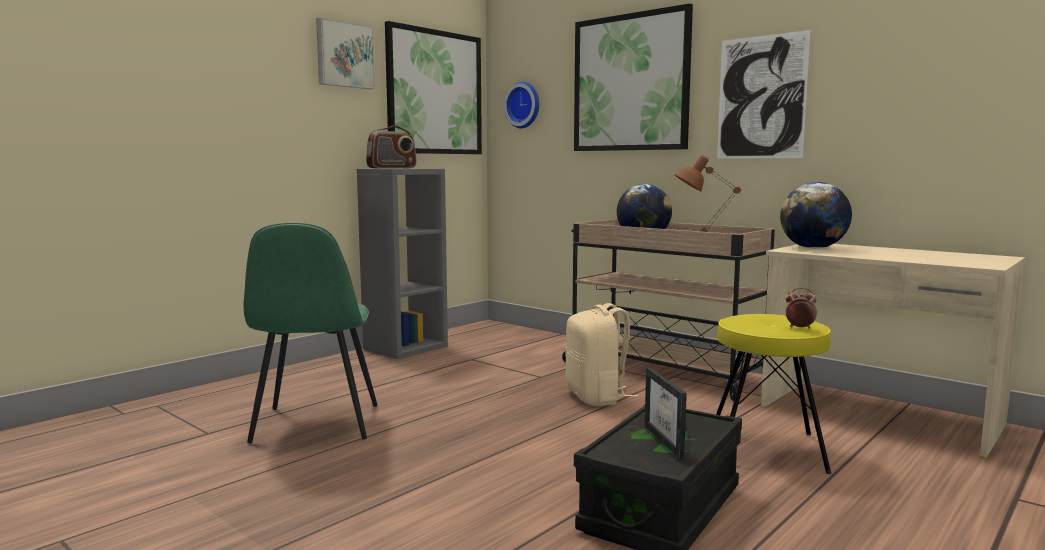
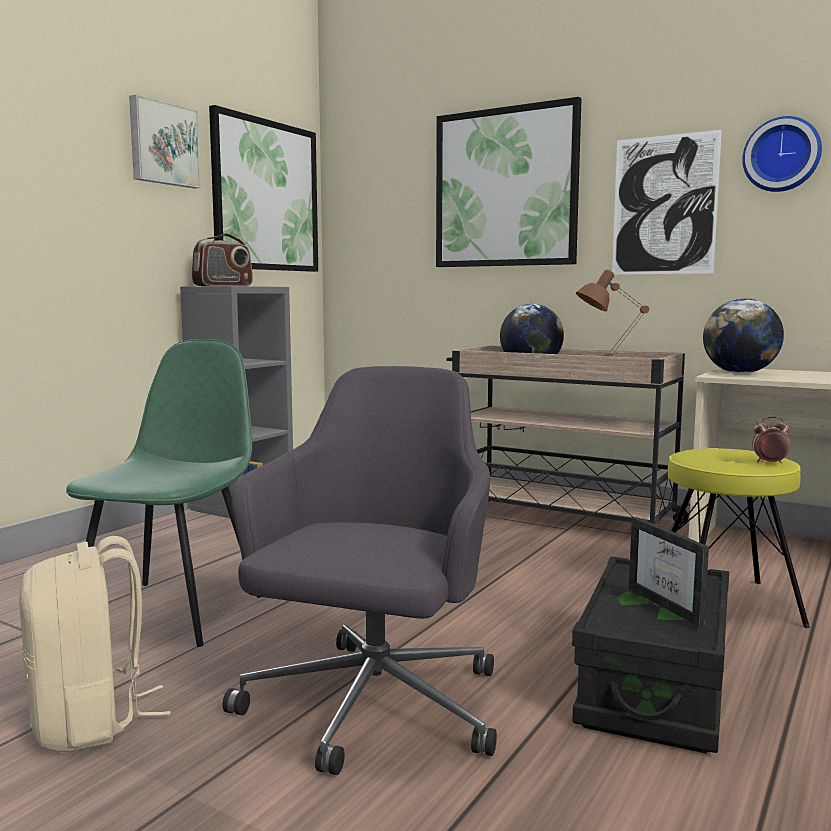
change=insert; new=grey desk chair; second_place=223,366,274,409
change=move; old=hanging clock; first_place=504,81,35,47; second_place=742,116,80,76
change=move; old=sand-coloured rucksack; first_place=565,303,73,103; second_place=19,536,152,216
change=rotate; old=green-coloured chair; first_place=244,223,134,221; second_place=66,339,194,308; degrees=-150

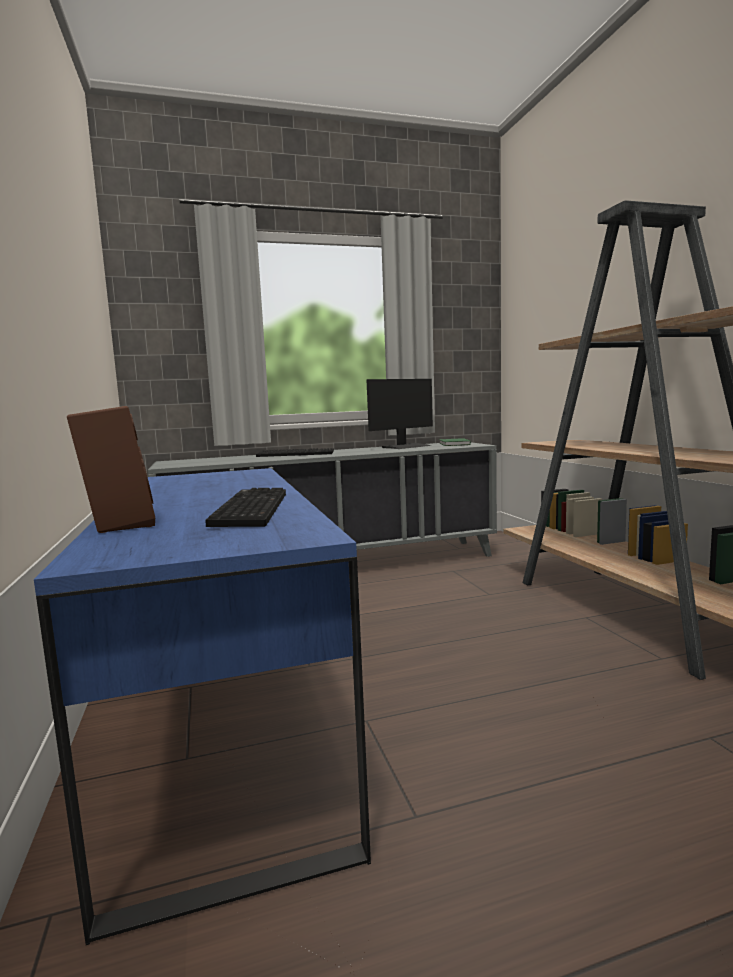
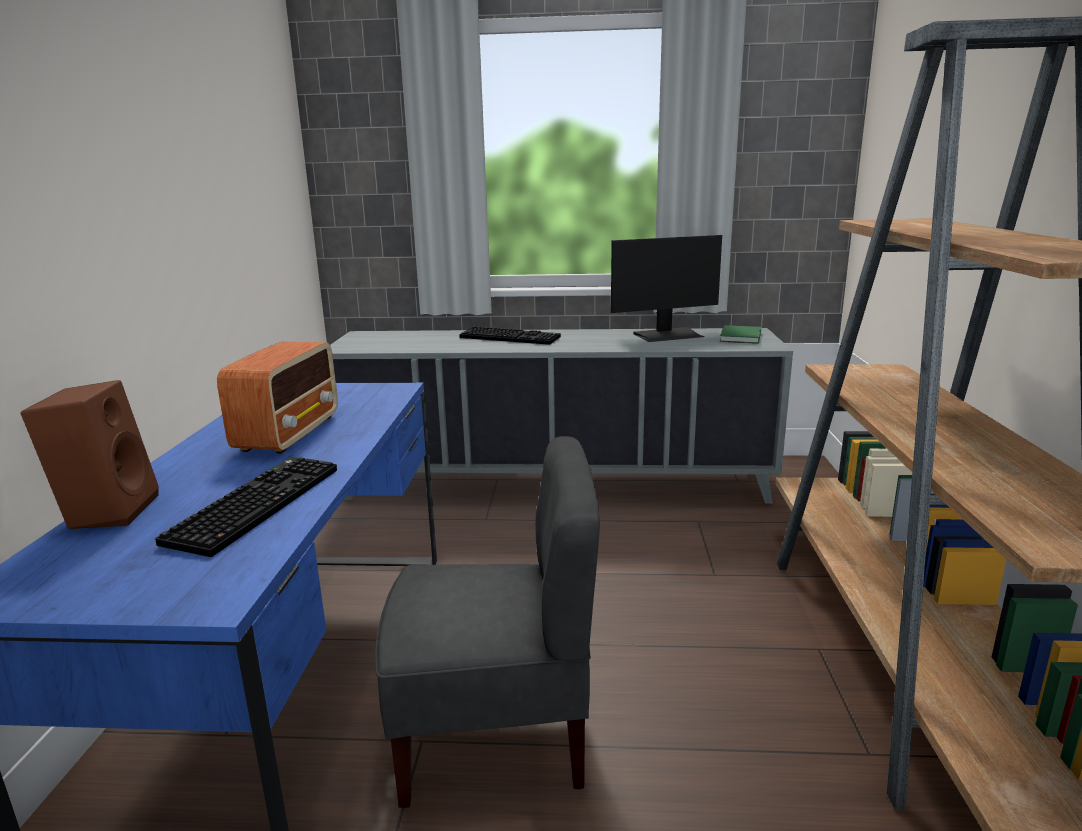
change=insert; new=radio receiver; second_place=217,342,121,112
change=insert; new=grey chair; second_place=375,436,225,372

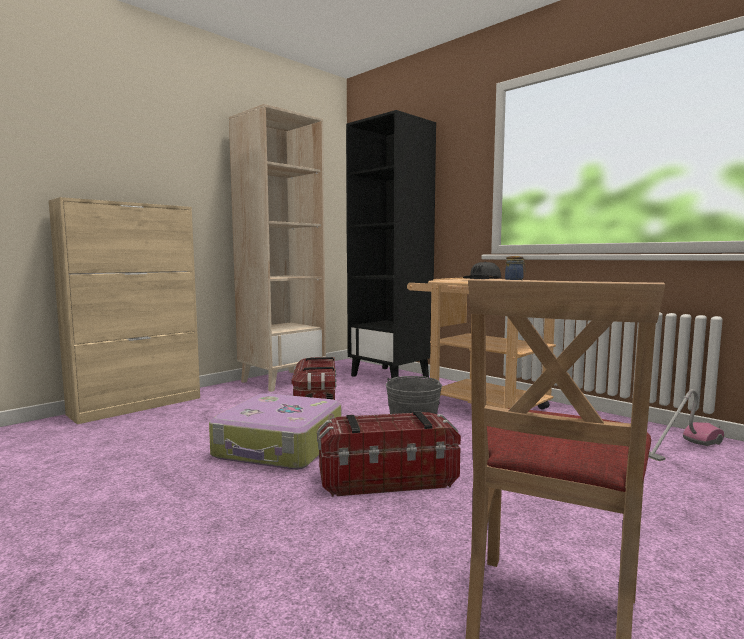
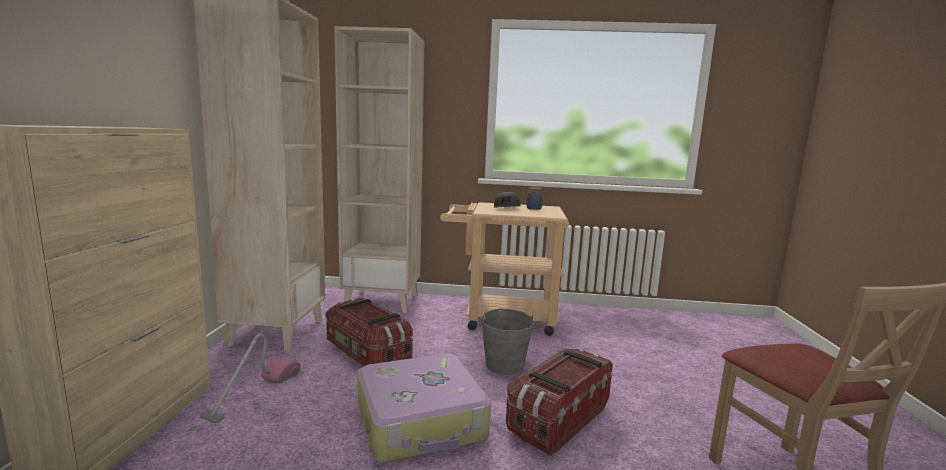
change=move; old=hoover; first_place=648,389,76,72; second_place=200,334,101,90
change=recolor; old=blackish shelving unit; new=sand-coloured shelving unit; first_place=346,110,90,269; second_place=334,26,90,287

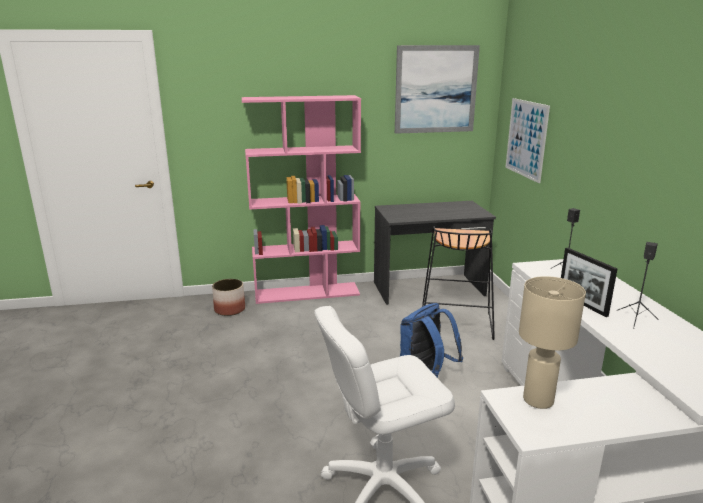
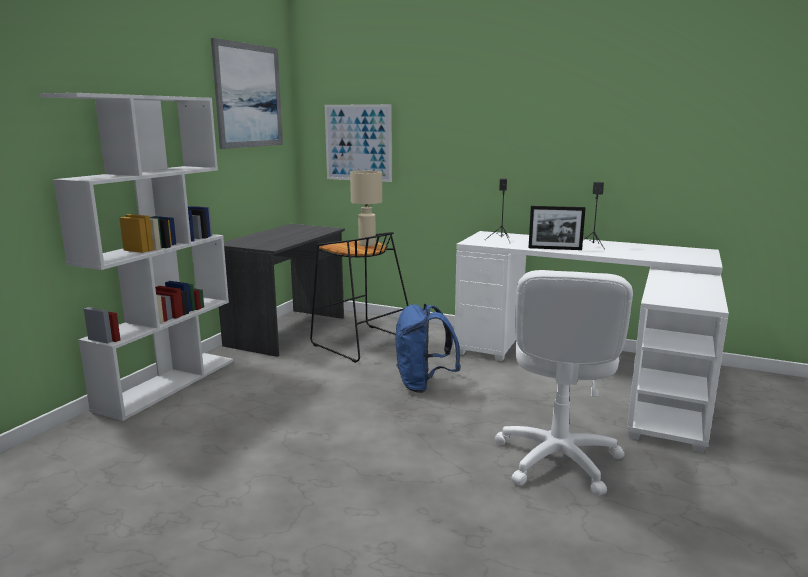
change=delete; old=plant pot; first_place=212,279,33,37
change=move; old=sand-coloured tabletop lamp; first_place=519,276,67,133; second_place=350,171,32,75
change=recolor; old=pink-coloured shelving unit; new=whitish shelving unit; first_place=242,95,119,209; second_place=40,93,194,328

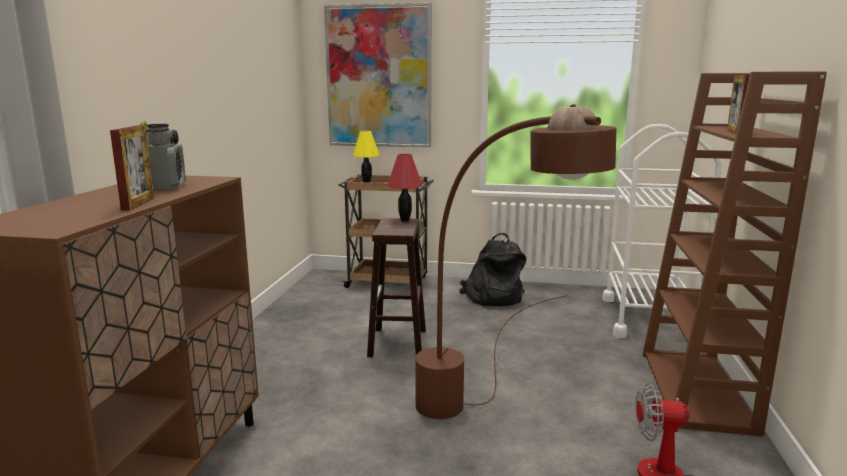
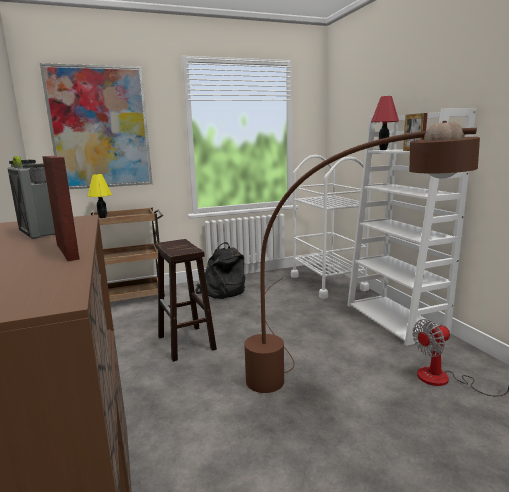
change=move; old=reddish tabletop lamp; first_place=387,154,36,68; second_place=371,96,28,54
change=recolor; old=brown-coloured shelving unit; new=whitish shelving unit; first_place=642,72,185,365; second_place=347,108,129,238

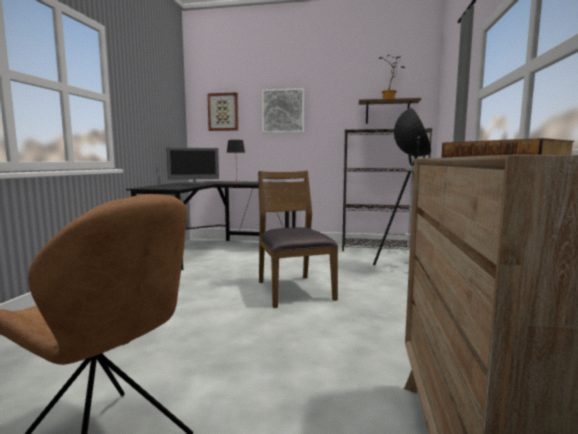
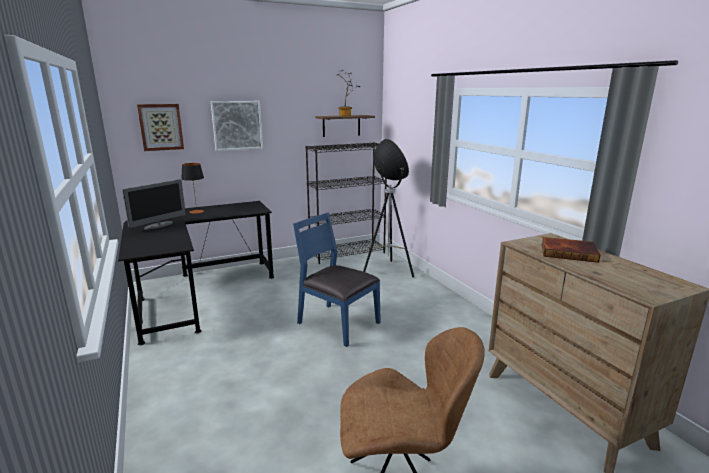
change=recolor; old=brown-coloured chair; new=bluish chair; first_place=258,171,80,137; second_place=293,212,88,135

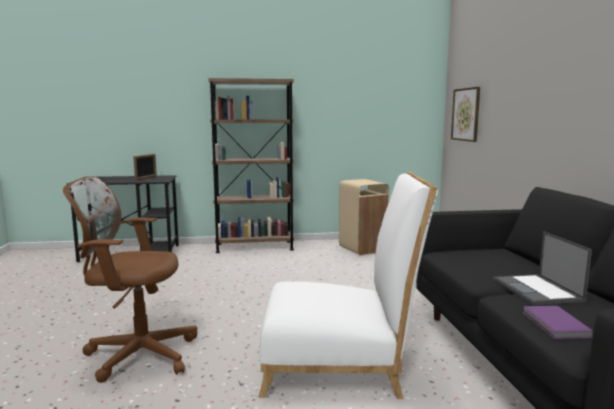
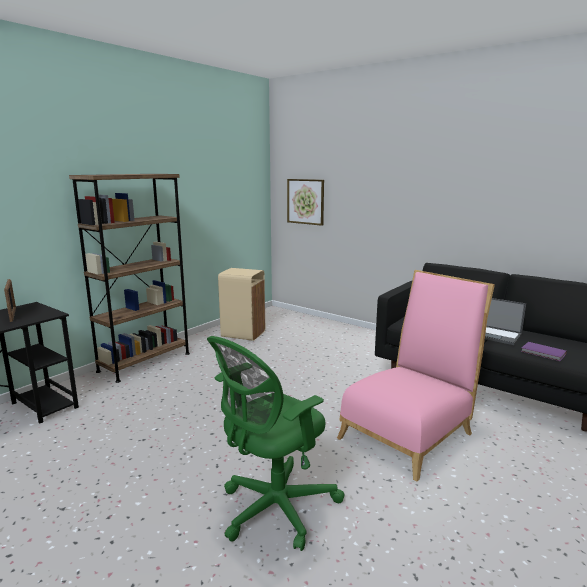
change=recolor; old=brown-coloured desk chair; new=green-coloured desk chair; first_place=63,176,134,207; second_place=207,336,138,215
change=recolor; old=whitish chair; new=pink-coloured chair; first_place=258,171,180,228; second_place=337,270,158,212

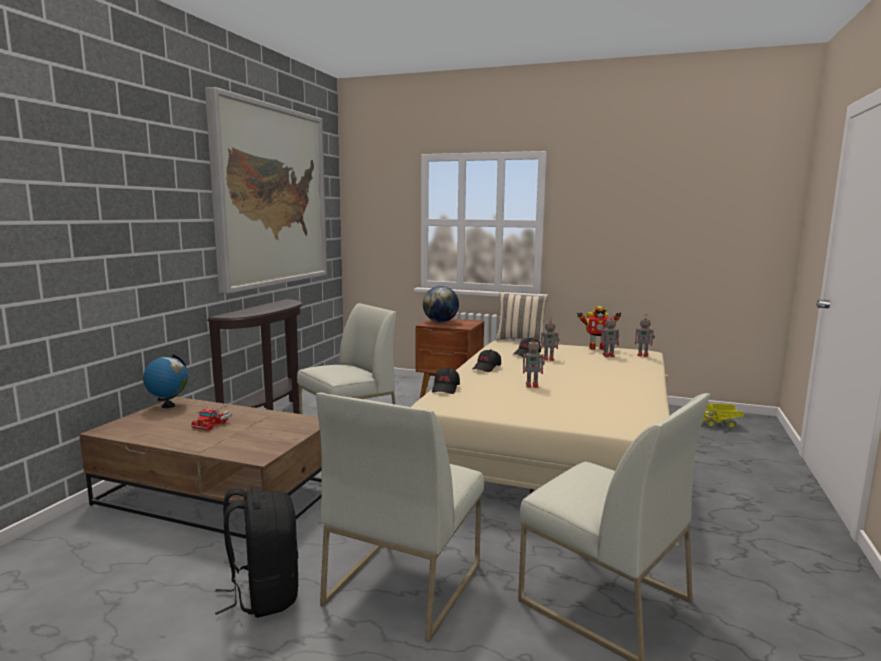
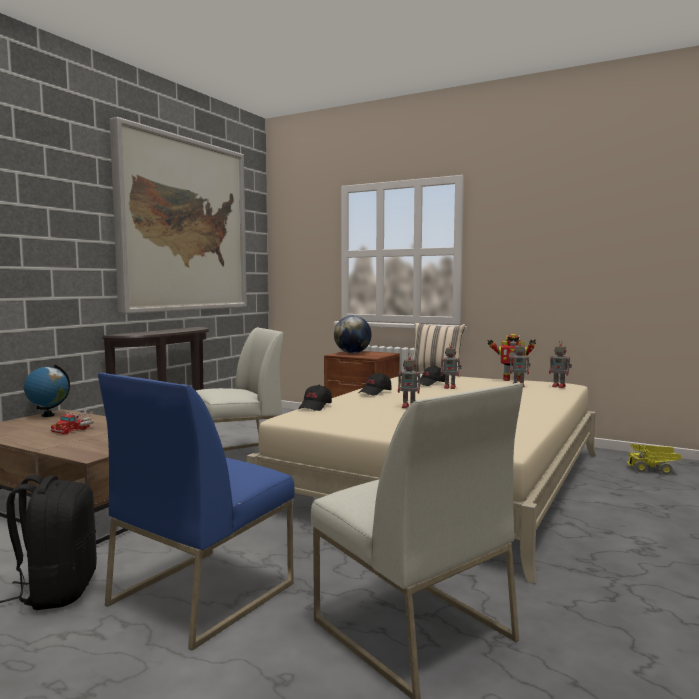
change=recolor; old=whitish chair; new=bluish chair; first_place=316,393,168,249; second_place=98,373,197,277

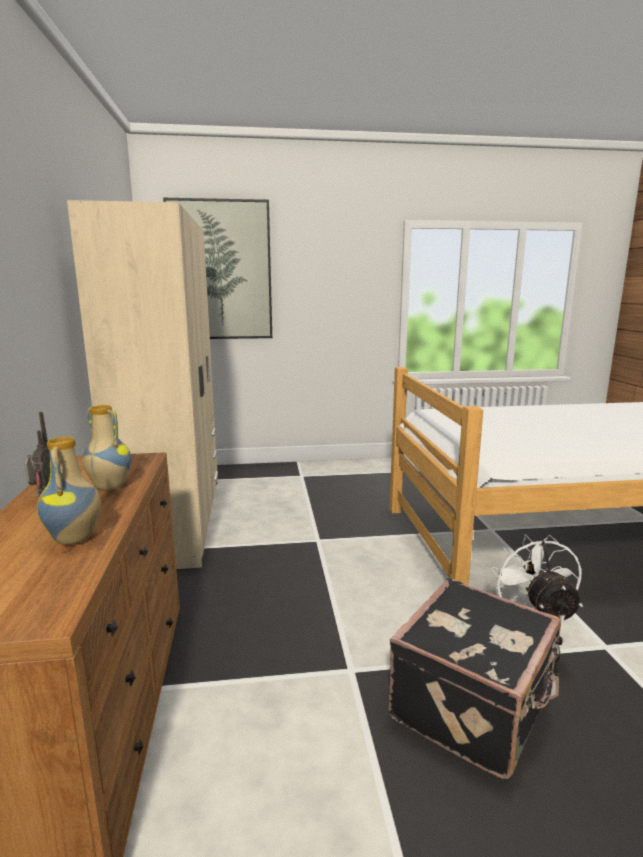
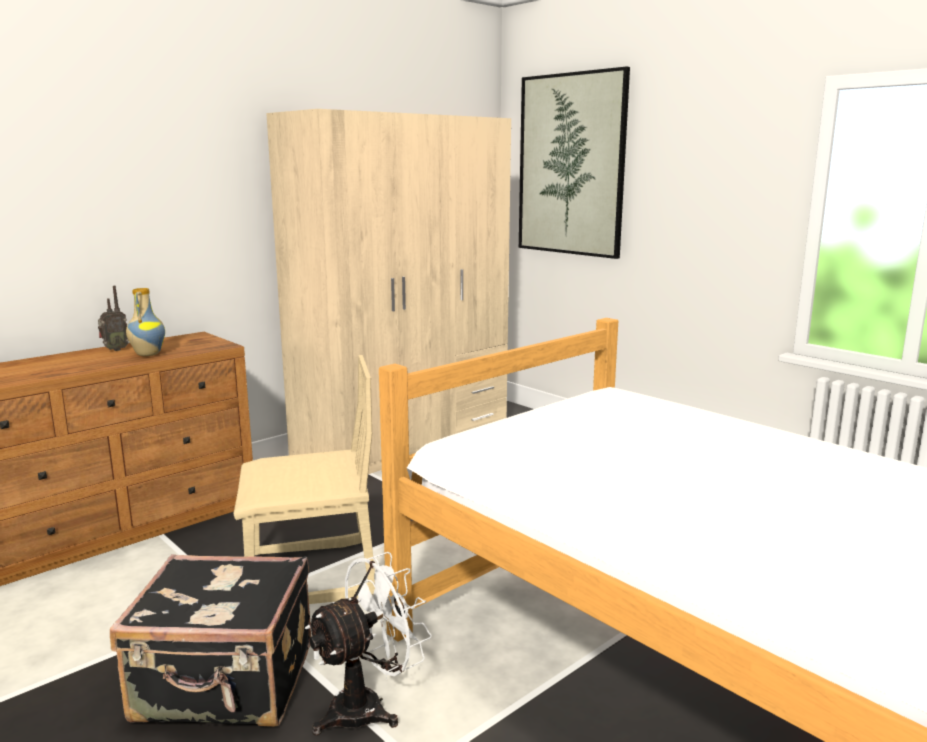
change=delete; old=flower vase; first_place=37,436,64,109
change=insert; new=sand-coloured chair; second_place=233,355,142,249

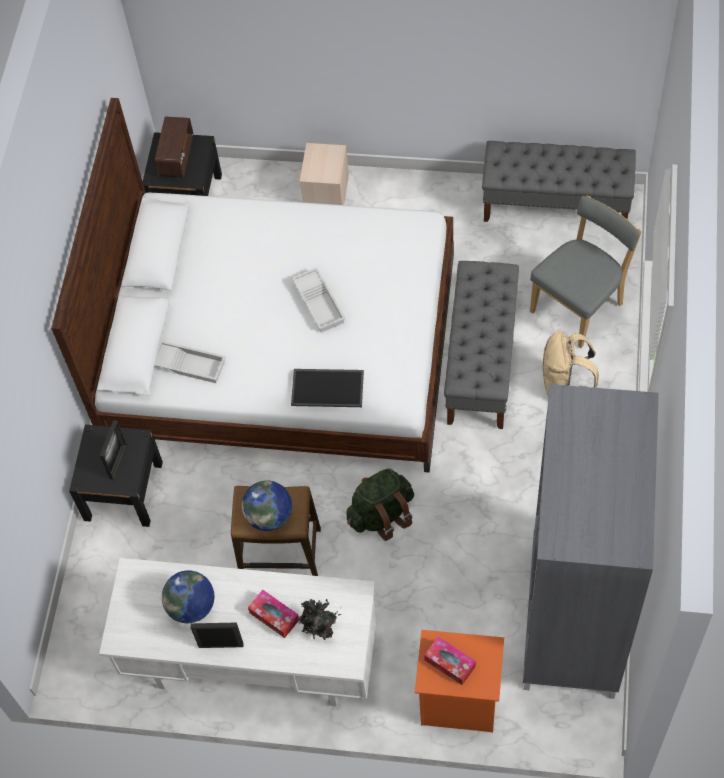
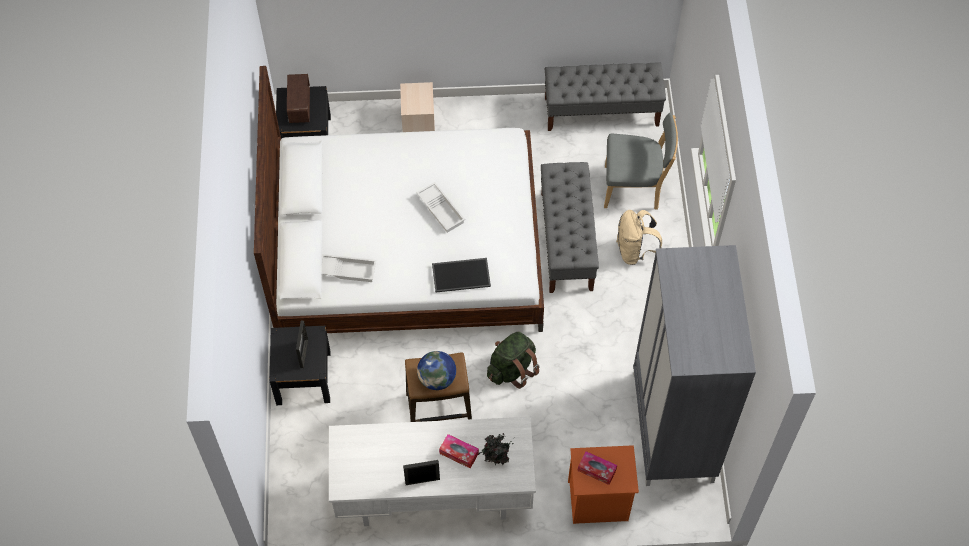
change=delete; old=world globe; first_place=162,570,52,53
change=rotate; old=grey chair; first_place=530,196,112,152; second_place=604,113,74,97; degrees=60

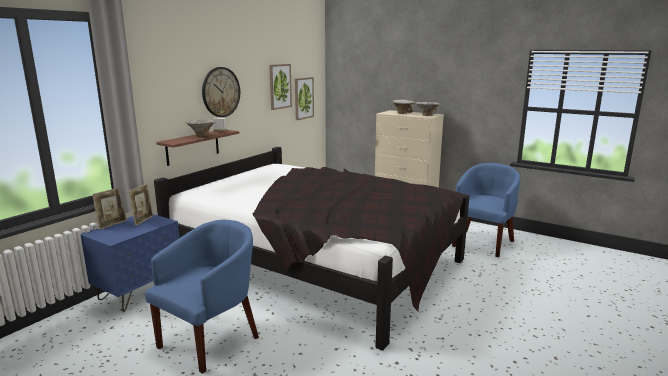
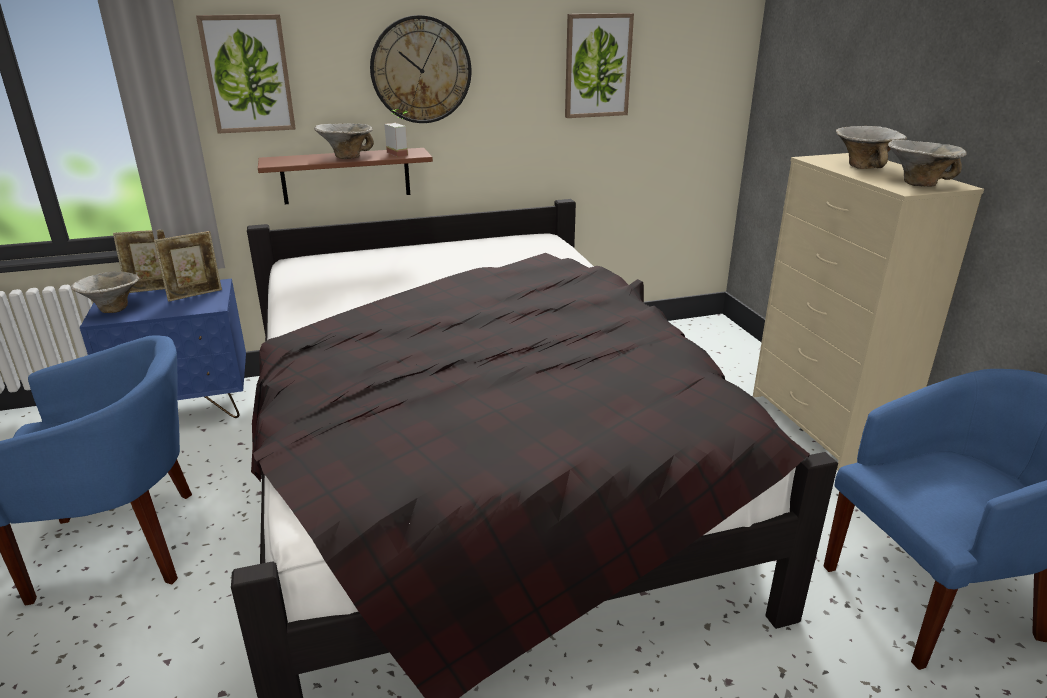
change=insert; new=bowl; second_place=71,271,68,42
change=move; old=picture; first_place=295,77,19,43; second_place=196,14,100,120

